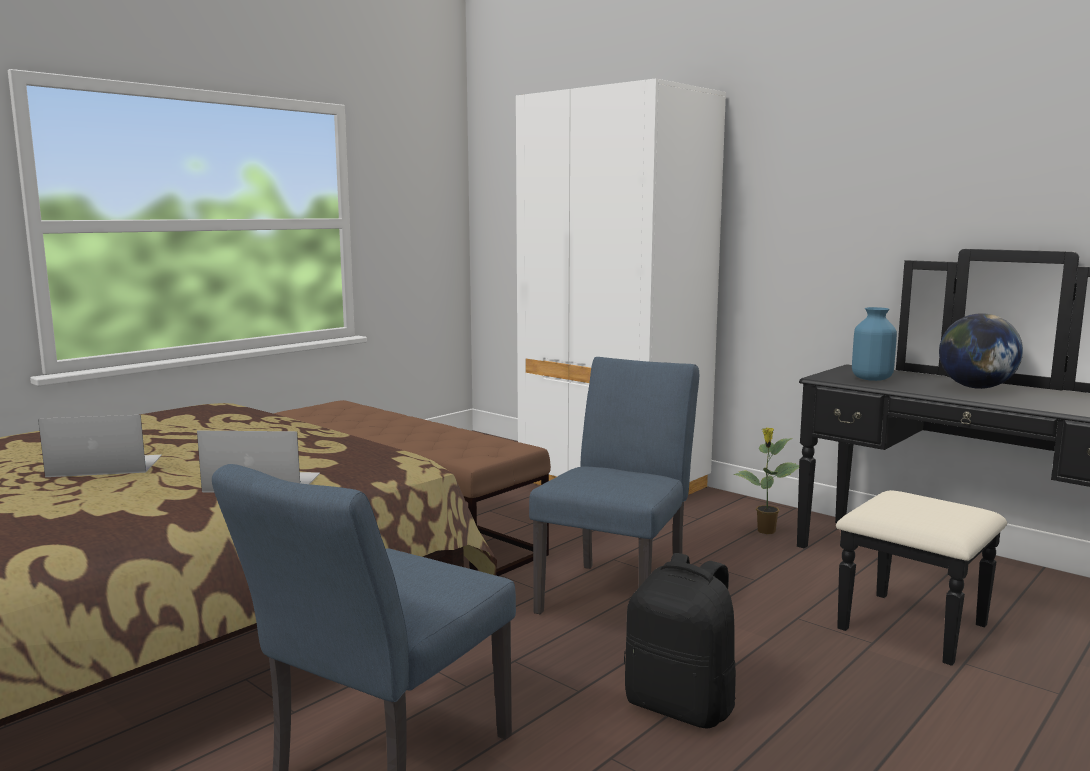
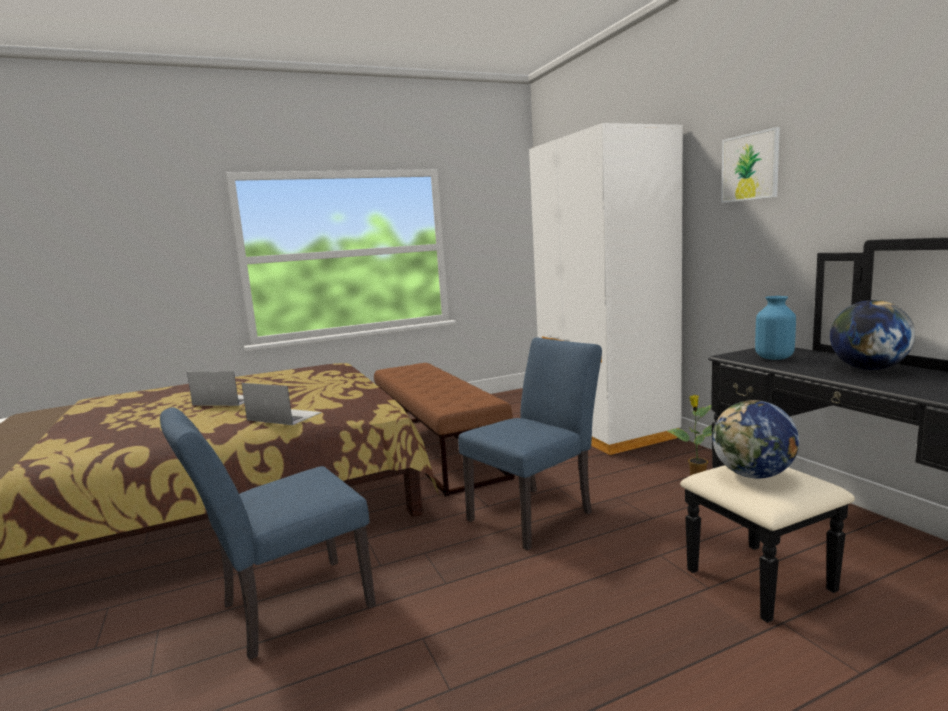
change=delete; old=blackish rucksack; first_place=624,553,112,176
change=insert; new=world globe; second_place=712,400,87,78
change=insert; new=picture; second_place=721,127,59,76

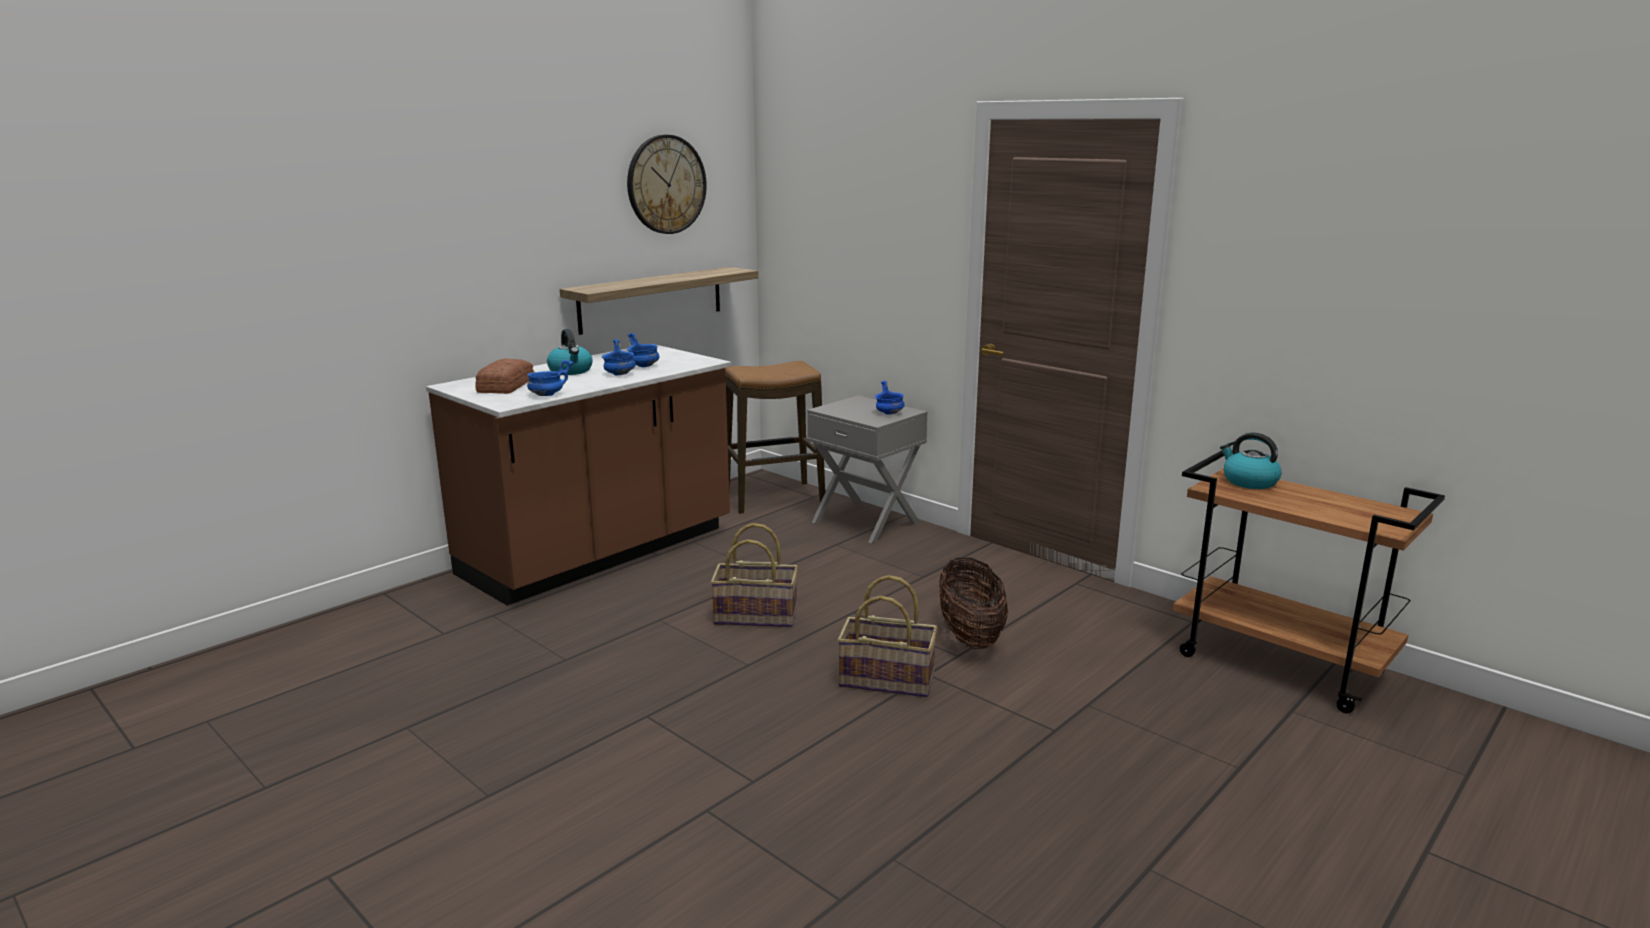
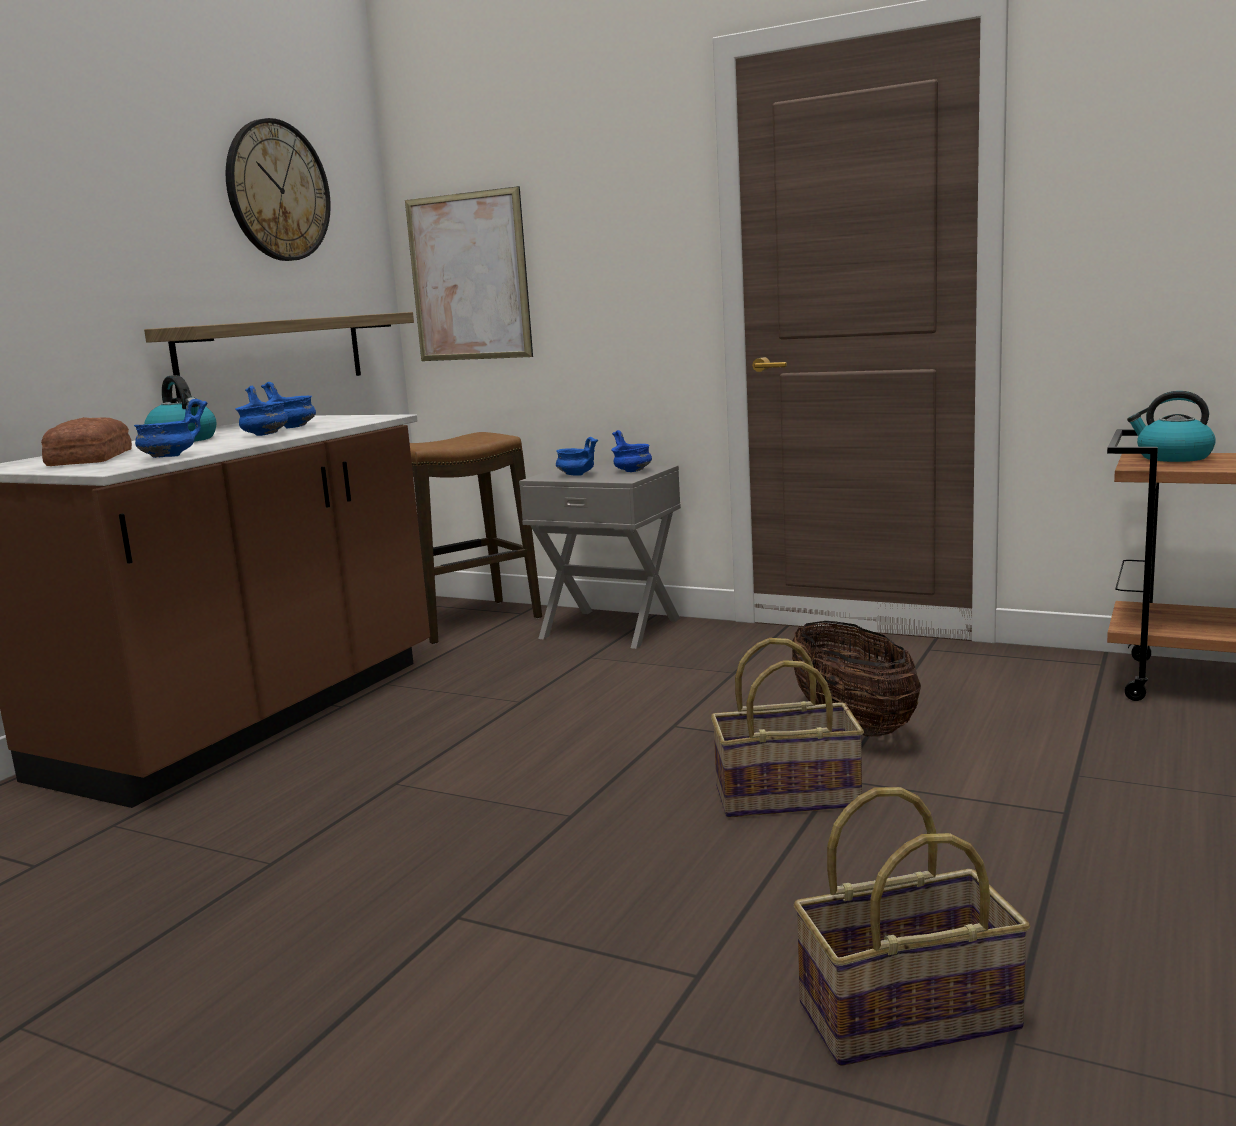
change=insert; new=picture; second_place=405,186,128,175
change=insert; new=bluish bowl; second_place=556,437,42,39
change=move; old=household basket; first_place=710,523,88,104; second_place=793,787,237,279

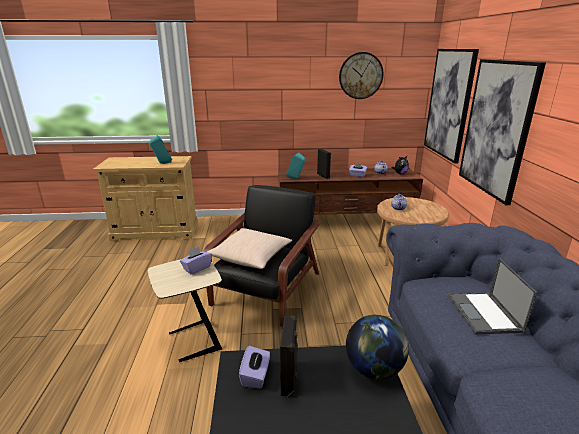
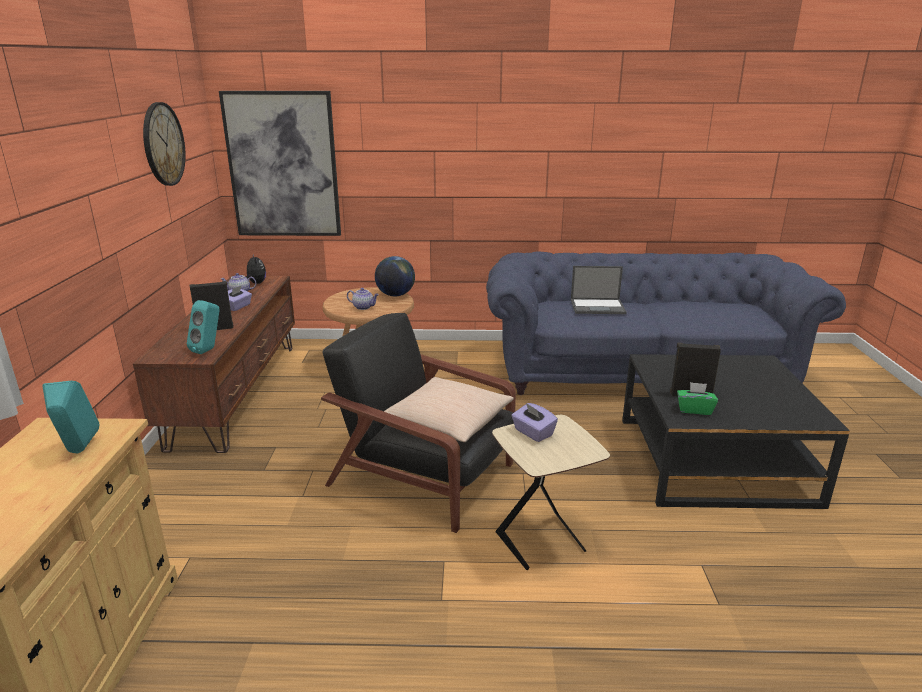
change=delete; old=picture; first_place=459,59,87,146
change=move; old=world globe; first_place=346,315,63,65; second_place=375,256,40,40
change=recolor; old=purplish tissue box; new=green-coloured tissue box; first_place=239,346,31,42; second_place=677,382,41,33

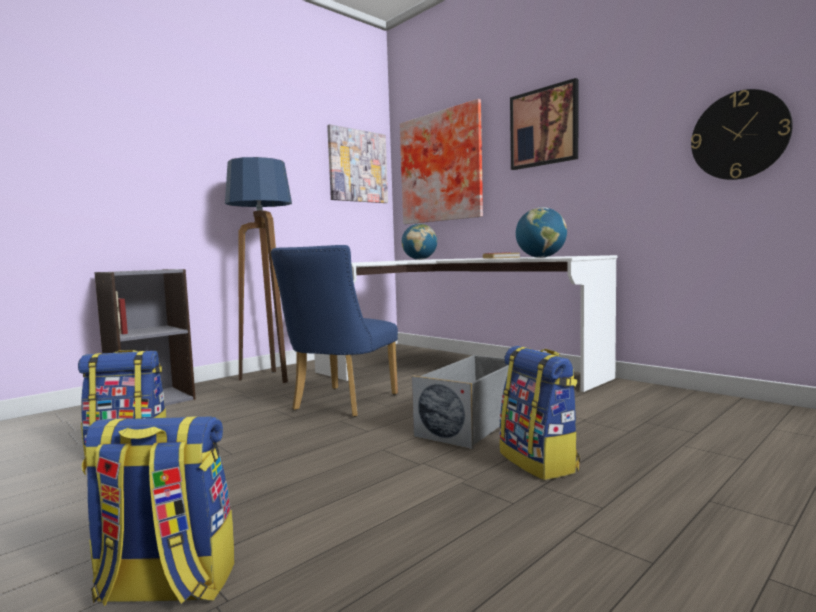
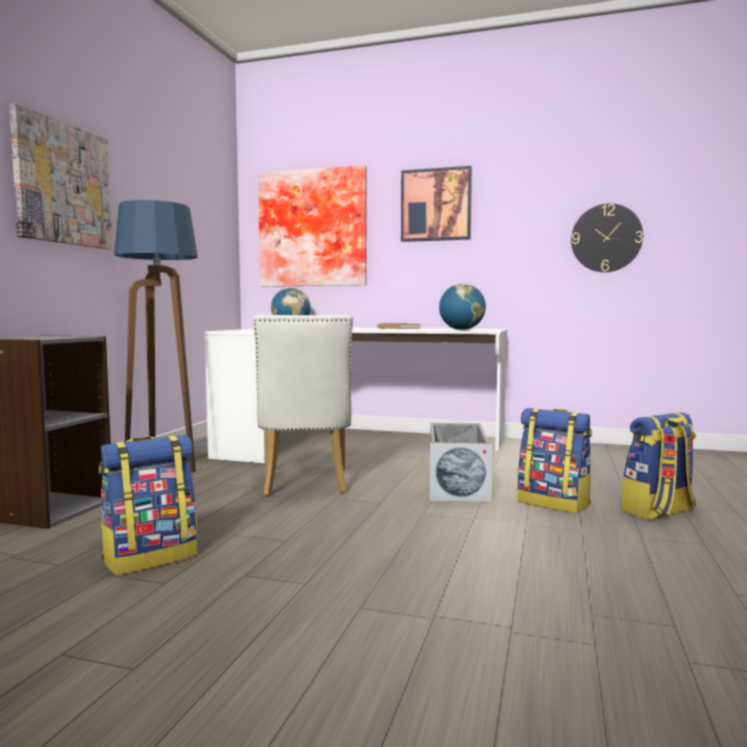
change=move; old=rucksack; first_place=82,416,152,190; second_place=621,412,75,108
change=move; old=picture; first_place=327,124,61,79; second_place=9,103,103,146
change=recolor; old=bluish chair; new=whitish chair; first_place=271,245,127,172; second_place=253,315,100,181

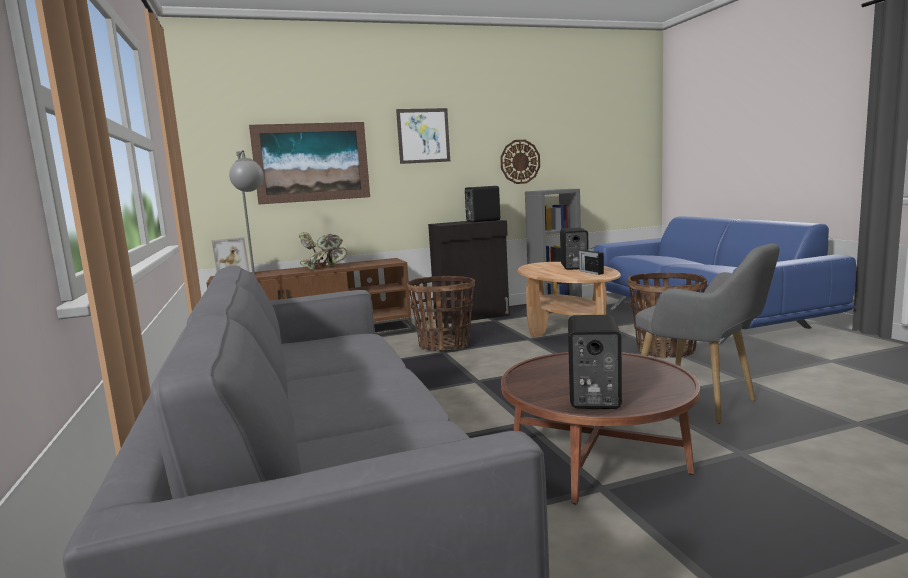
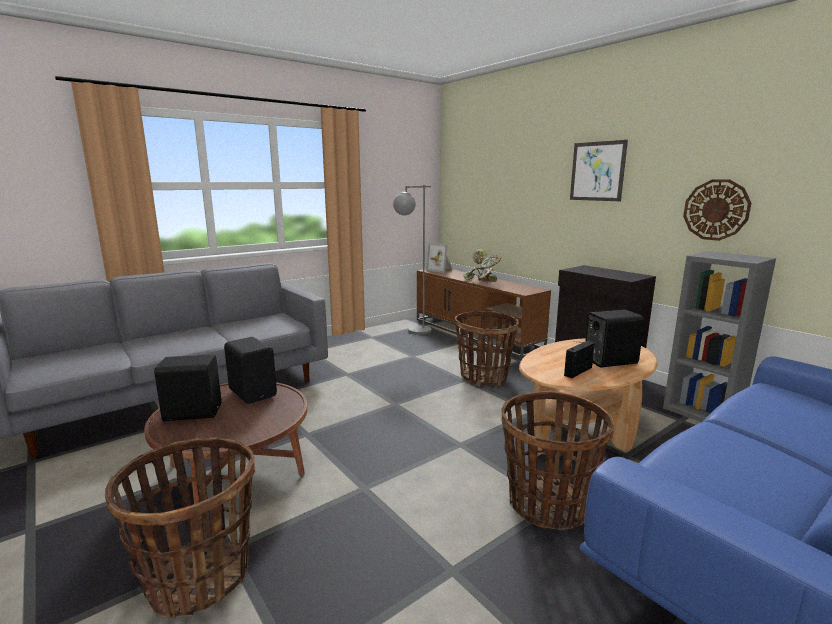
change=delete; old=picture; first_place=249,122,121,83
change=delete; old=grey armchair; first_place=635,243,145,181
change=insert; new=household basket; second_place=104,437,151,181
change=move; old=blackish audio speaker; first_place=465,186,35,36; second_place=224,337,53,67

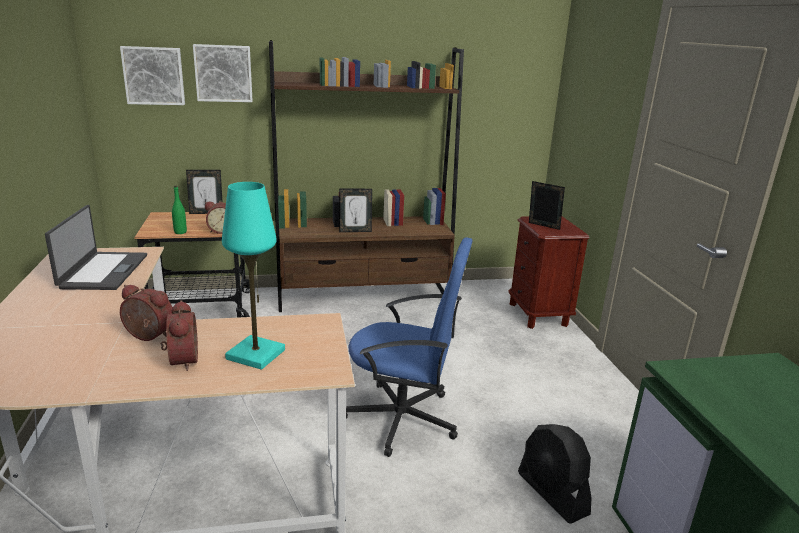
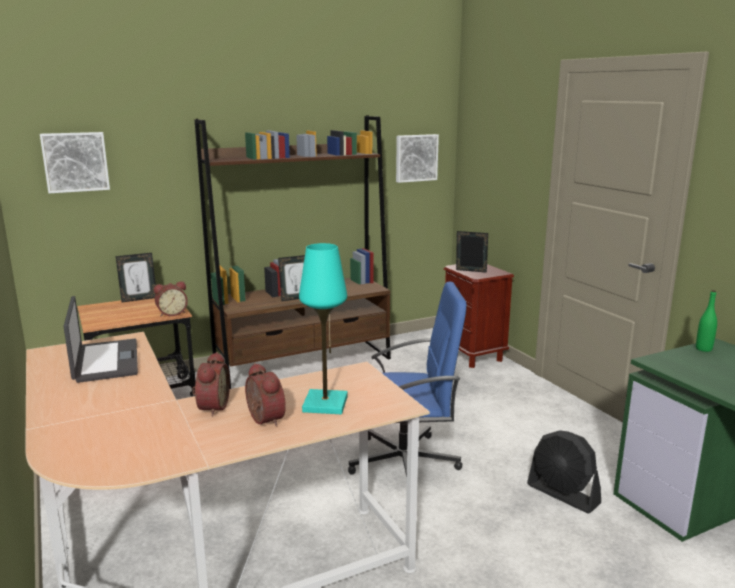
change=move; old=green-coloured drink bottle; first_place=172,186,15,48; second_place=696,290,21,62
change=move; old=picture; first_place=193,44,60,58; second_place=396,134,43,49
change=rotate; old=alarm clock; first_place=120,285,53,56; second_place=192,352,38,65; degrees=90

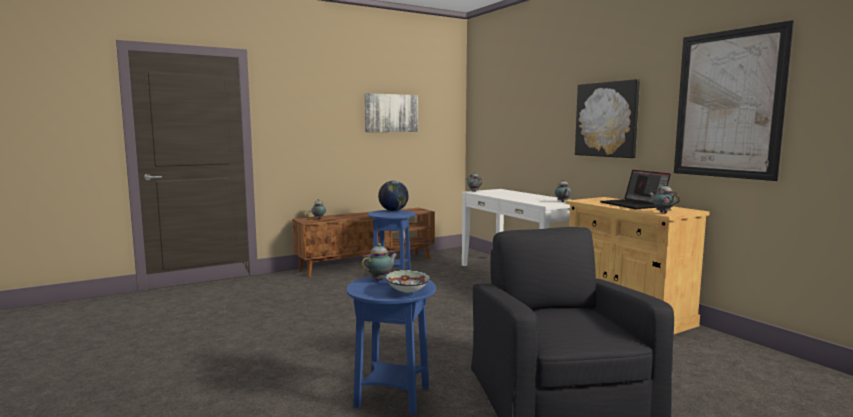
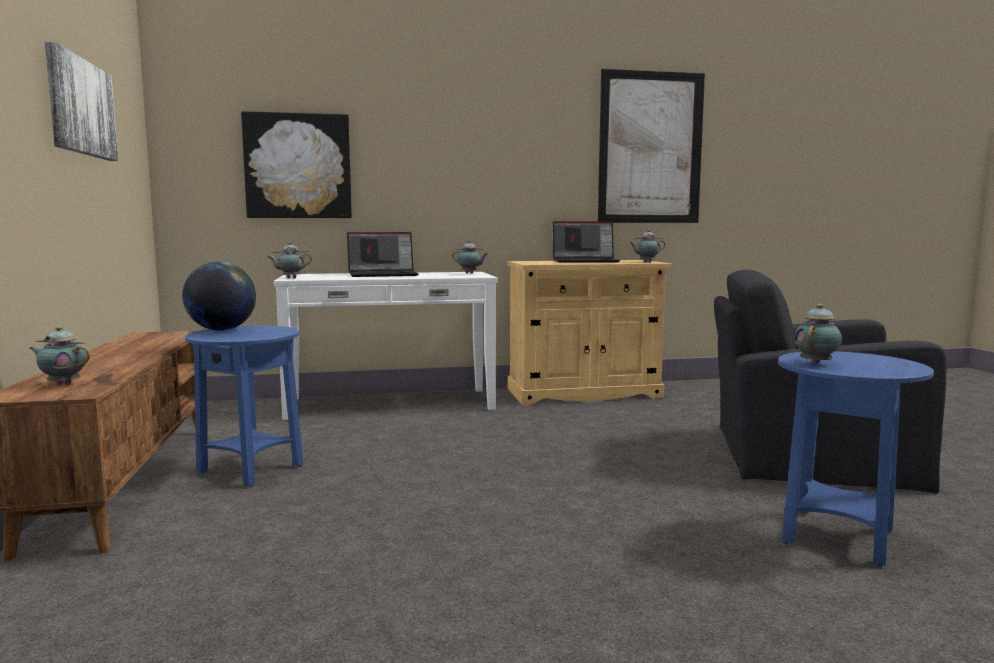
change=delete; old=bowl; first_place=385,270,45,23
change=insert; new=laptop; second_place=347,232,72,45
change=move; old=picture; first_place=575,79,65,79; second_place=241,111,111,107
change=rotate; old=tea pot; first_place=361,243,37,38; second_place=794,304,48,61; degrees=60

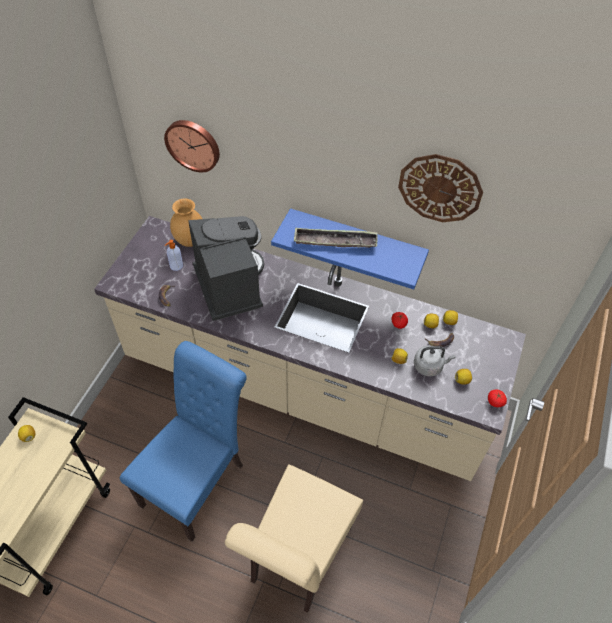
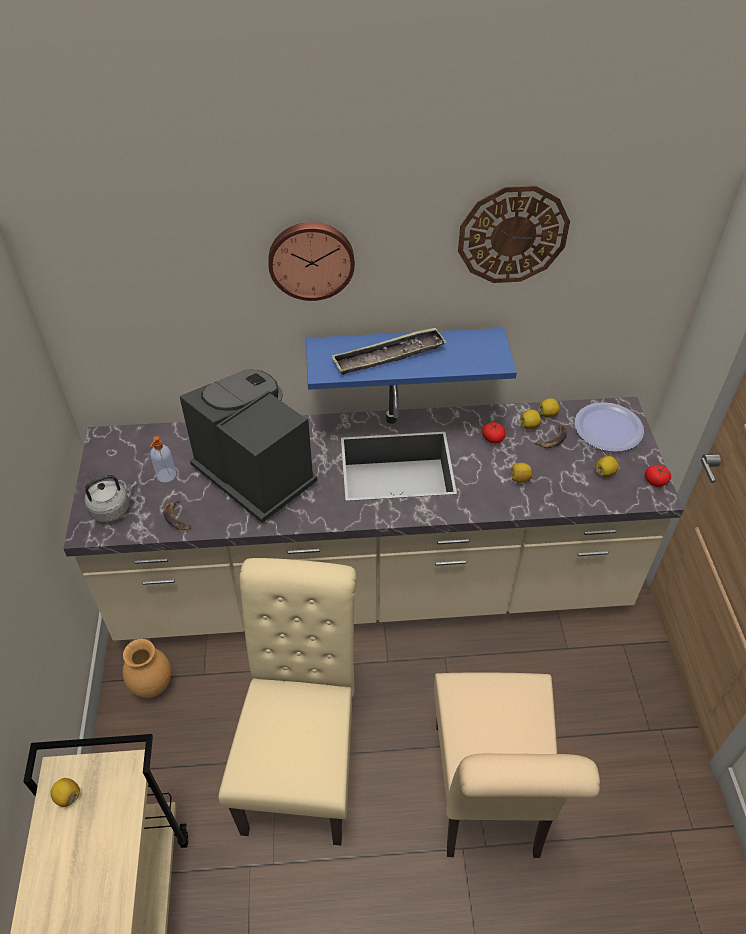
change=insert; new=flat dish; second_place=575,402,69,50
change=move; old=hanging clock; first_place=164,120,56,52; second_place=268,222,87,79
change=move; old=brown-coloured flower vase; first_place=170,199,32,48; second_place=123,639,48,59
change=move; old=grey water kettle; first_place=414,345,41,32; second_place=84,475,54,47
change=recolor; old=bluish chair; new=sand-coloured chair; first_place=120,341,127,201; second_place=218,558,139,288

